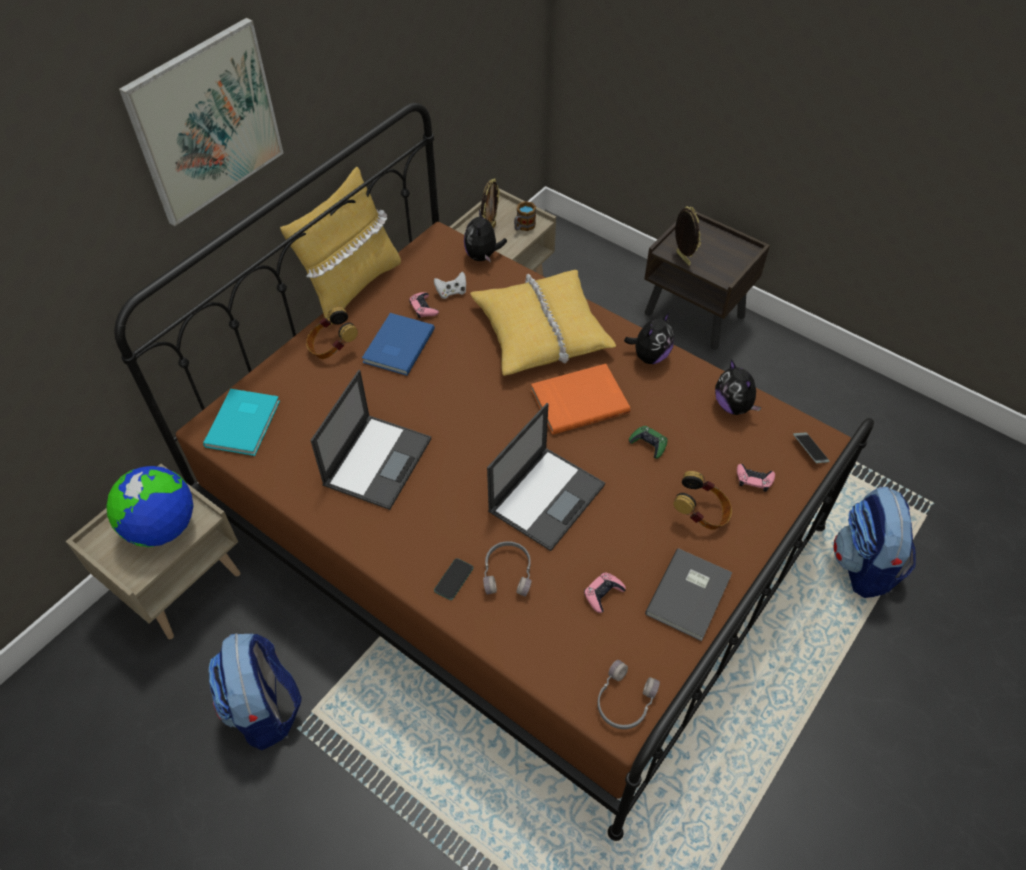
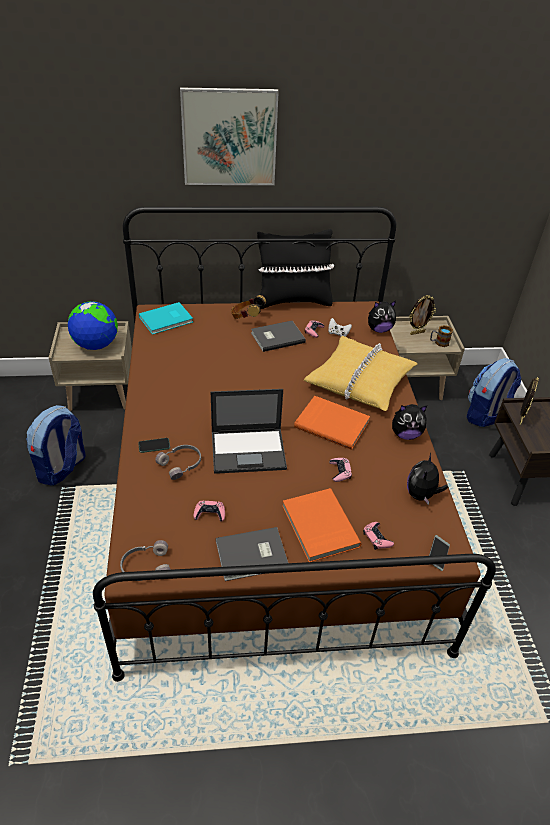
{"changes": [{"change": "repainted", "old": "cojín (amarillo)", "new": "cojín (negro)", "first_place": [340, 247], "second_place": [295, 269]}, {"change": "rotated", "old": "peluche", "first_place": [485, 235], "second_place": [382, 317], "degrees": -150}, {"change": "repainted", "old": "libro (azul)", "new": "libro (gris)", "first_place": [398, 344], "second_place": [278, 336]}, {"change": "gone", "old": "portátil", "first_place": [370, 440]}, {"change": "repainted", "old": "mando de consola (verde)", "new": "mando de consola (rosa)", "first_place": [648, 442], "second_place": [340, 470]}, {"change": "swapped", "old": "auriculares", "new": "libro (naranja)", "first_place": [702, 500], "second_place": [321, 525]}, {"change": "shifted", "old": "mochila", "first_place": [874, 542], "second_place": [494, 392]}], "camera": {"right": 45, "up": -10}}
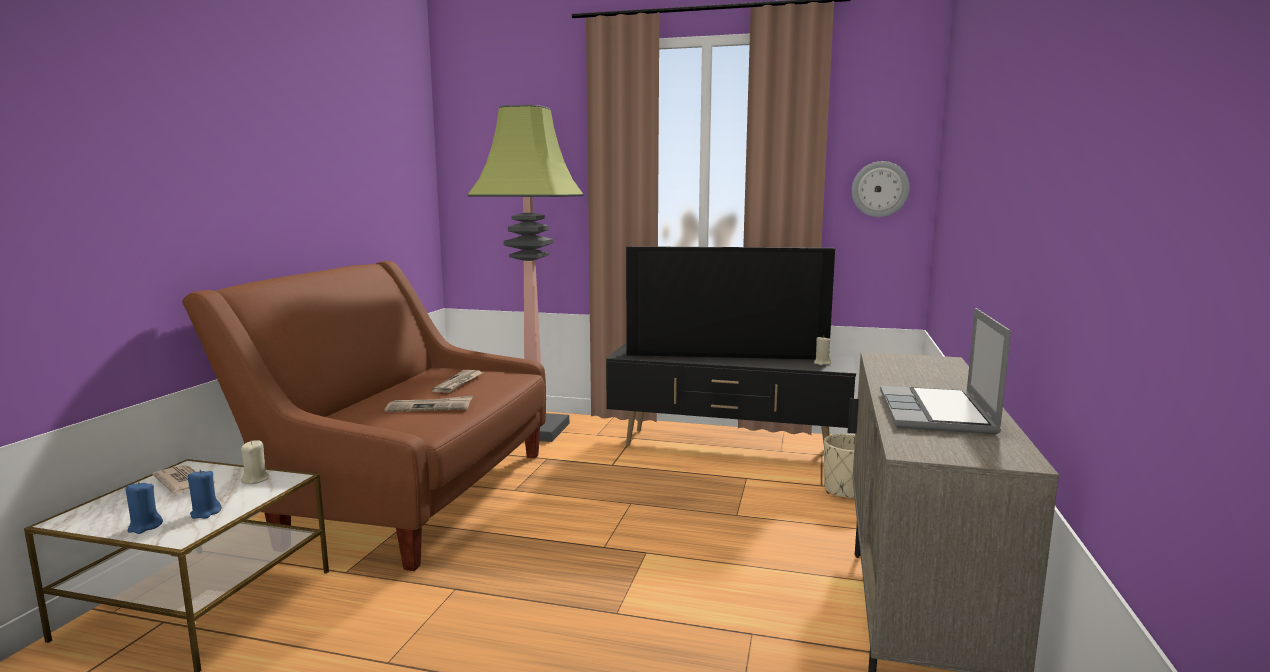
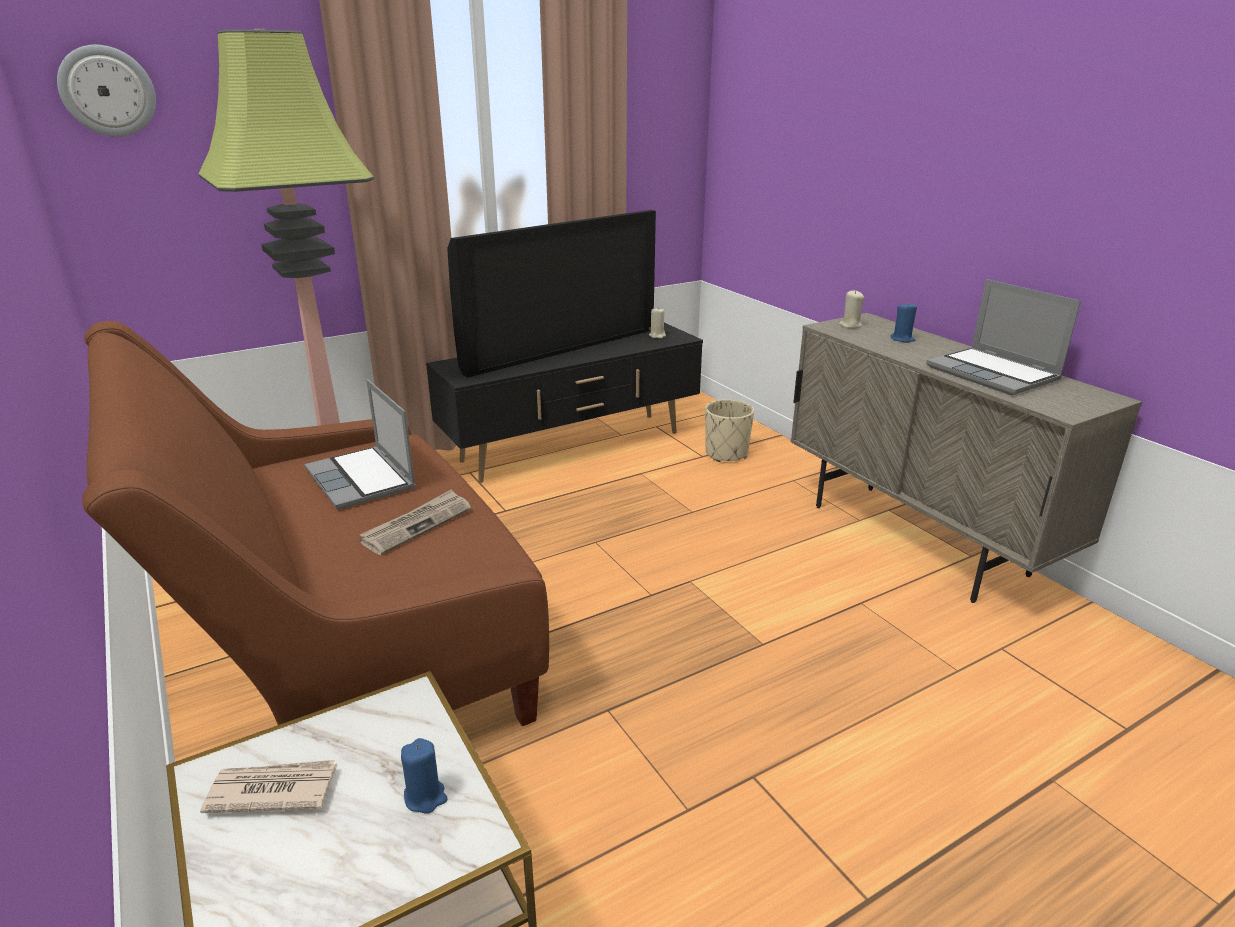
{"changes": [{"change": "shifted", "old": "reloj de pared", "first_place": [881, 189], "second_place": [106, 91]}, {"change": "swapped", "old": "periódico", "new": "portátil", "first_place": [457, 381], "second_place": [360, 444]}, {"change": "shifted", "old": "vela (beis)", "first_place": [255, 462], "second_place": [851, 309]}, {"change": "shifted", "old": "vela (azul)", "first_place": [144, 508], "second_place": [903, 322]}], "camera": {"right": -45, "up": 15}}
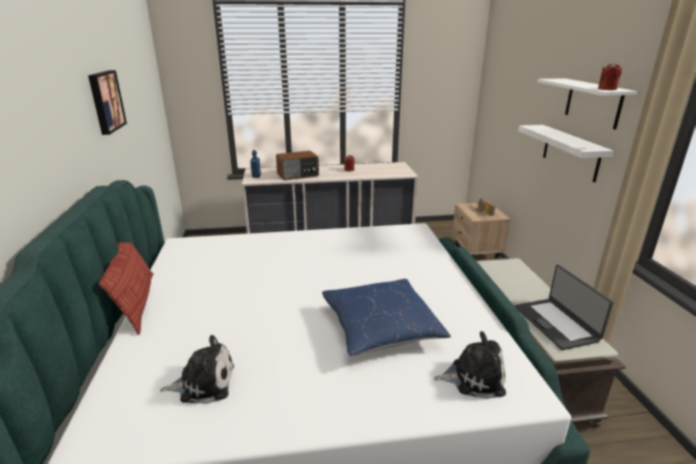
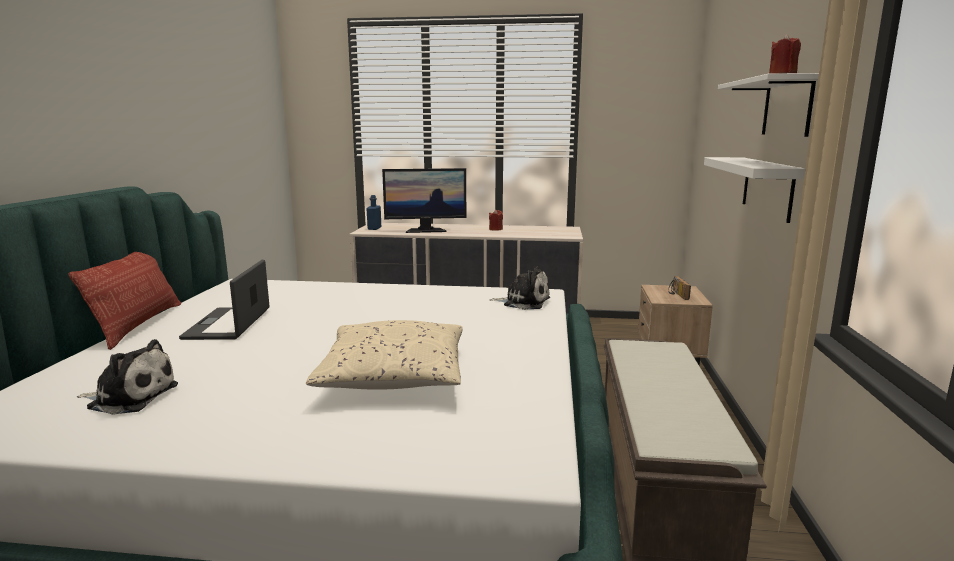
{"changes": [{"change": "gone", "old": "cuadro", "first_place": [107, 102]}, {"change": "swapped", "old": "radio", "new": "monitor", "first_place": [297, 165], "second_place": [424, 200]}, {"change": "shifted", "old": "portátil", "first_place": [564, 307], "second_place": [224, 300]}, {"change": "repainted", "old": "cojín (azul)", "new": "cojín (beis)", "first_place": [386, 317], "second_place": [384, 355]}, {"change": "shifted", "old": "peluche", "first_place": [470, 365], "second_place": [520, 288]}], "camera": {"right": 15, "up": -10}}
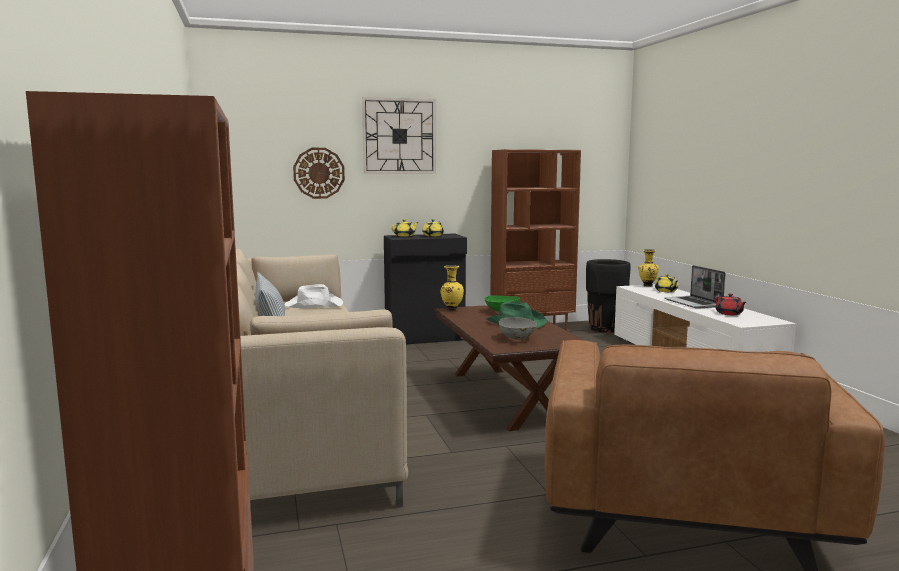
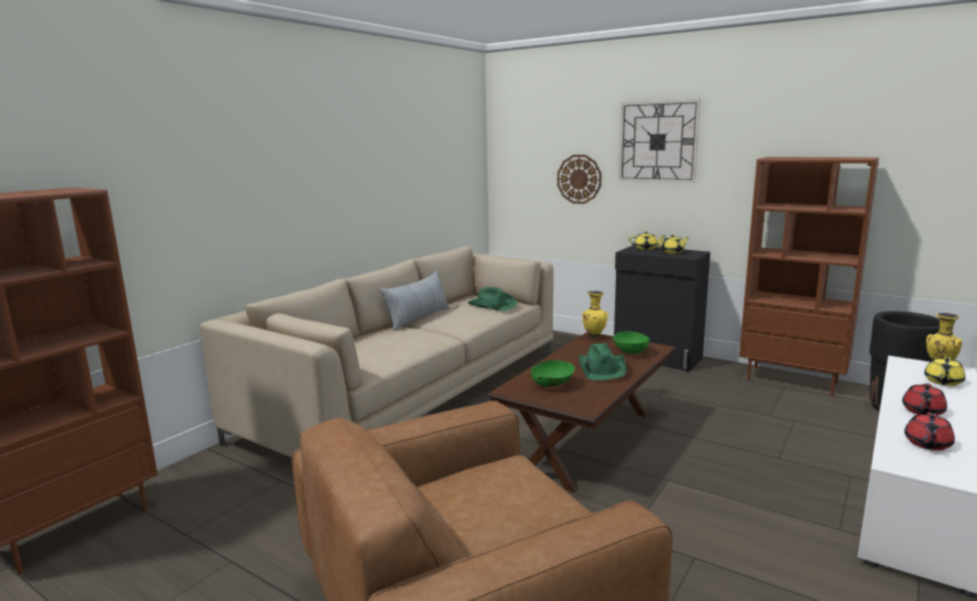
{"changes": [{"change": "swapped", "old": "portátil", "new": "tetera (rojo)", "first_place": [694, 287], "second_place": [924, 399]}, {"change": "repainted", "old": "sombrero (blanco)", "new": "sombrero (verde)", "first_place": [313, 296], "second_place": [493, 299]}, {"change": "repainted", "old": "cuenco (gris)", "new": "cuenco (verde)", "first_place": [518, 328], "second_place": [553, 373]}], "camera": {"right": 50, "up": 5}}
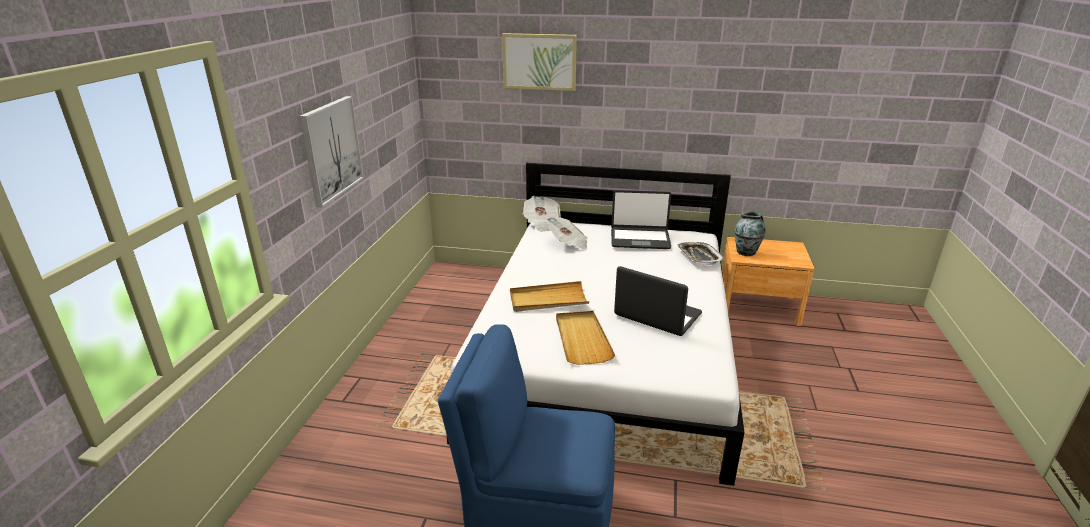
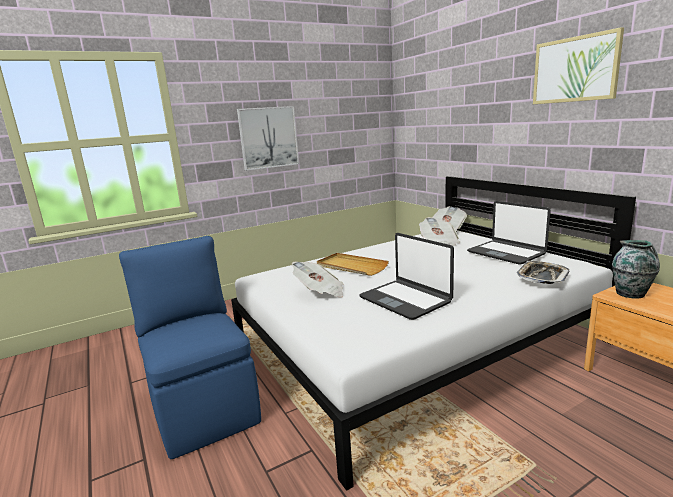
{"changes": [{"change": "shifted", "old": "cuadro", "first_place": [539, 62], "second_place": [578, 65]}, {"change": "rotated", "old": "portátil", "first_place": [658, 301], "second_place": [406, 276], "degrees": 150}, {"change": "swapped", "old": "bandeja (beis)", "new": "periódico", "first_place": [585, 338], "second_place": [318, 279]}], "camera": {"right": 50, "up": -10}}
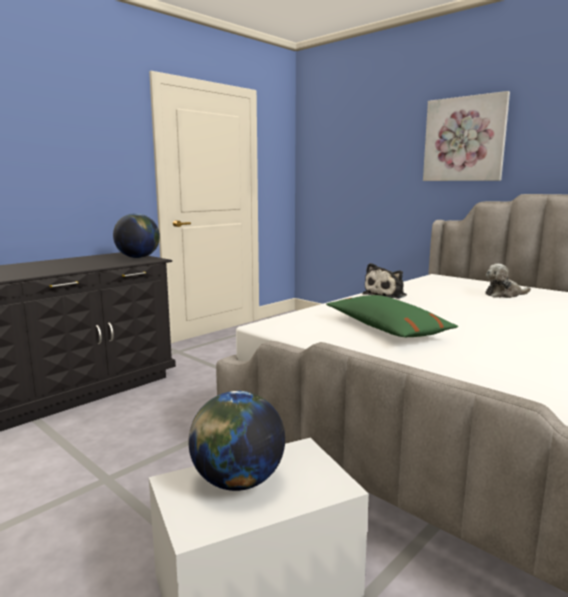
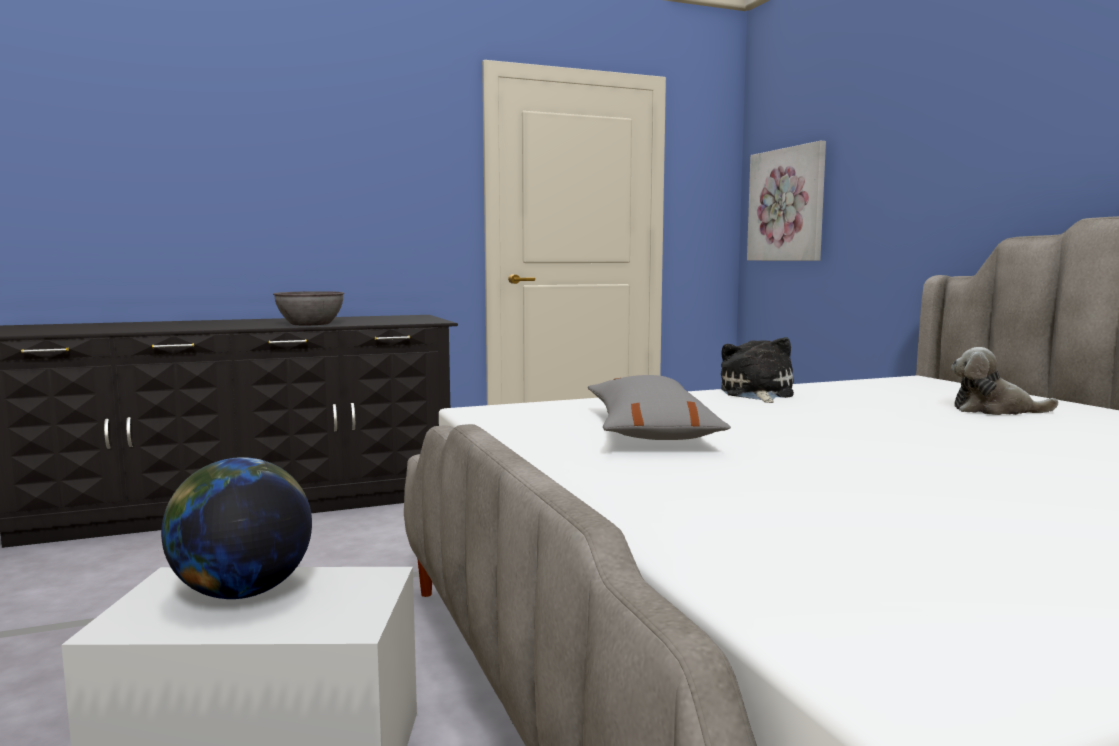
{"changes": [{"change": "shifted", "old": "cuadro", "first_place": [466, 136], "second_place": [786, 201]}, {"change": "gone", "old": "globo terráqueo", "first_place": [136, 235]}, {"change": "rotated", "old": "peluche", "first_place": [385, 281], "second_place": [757, 370], "degrees": 120}, {"change": "repainted", "old": "cojín (verde)", "new": "cojín (gris)", "first_place": [392, 316], "second_place": [659, 407]}, {"change": "new", "new": "cuenco (gris)", "second_place": [309, 308]}], "camera": {"right": 25, "up": -5}}
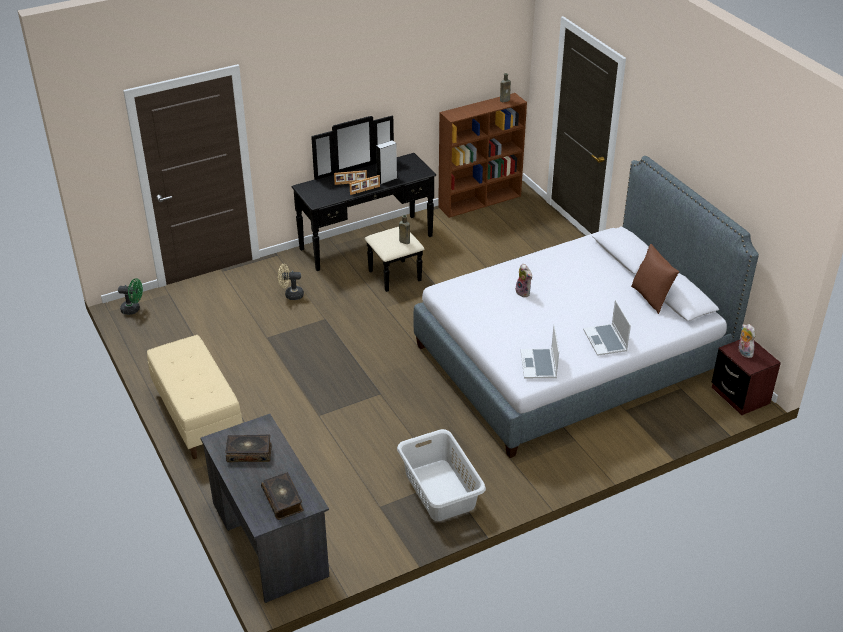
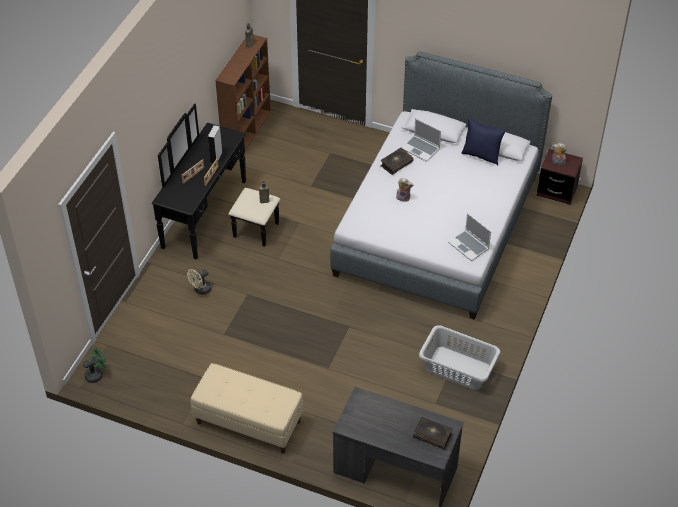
{"changes": [{"change": "repainted", "old": "cojín (marrón)", "new": "cojín (azul)", "first_place": [655, 279], "second_place": [483, 141]}, {"change": "shifted", "old": "portátil", "first_place": [607, 328], "second_place": [421, 140]}, {"change": "shifted", "old": "libro", "first_place": [248, 448], "second_place": [397, 161]}], "camera": {"right": -40, "up": 10}}
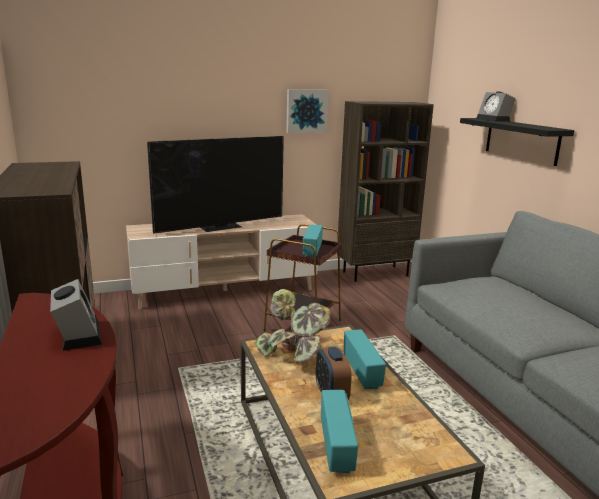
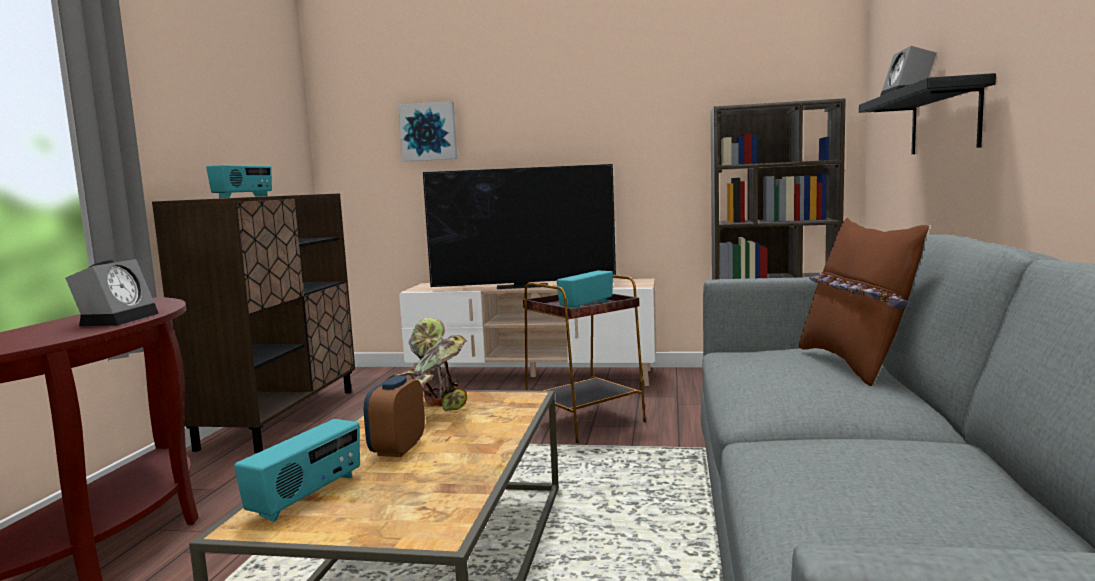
{"changes": [{"change": "shifted", "old": "cuadro", "first_place": [307, 111], "second_place": [427, 131]}, {"change": "shifted", "old": "radio", "first_place": [365, 359], "second_place": [239, 181]}, {"change": "new", "new": "cojín (marrón)", "second_place": [864, 302]}], "camera": {"right": 30, "up": -10}}
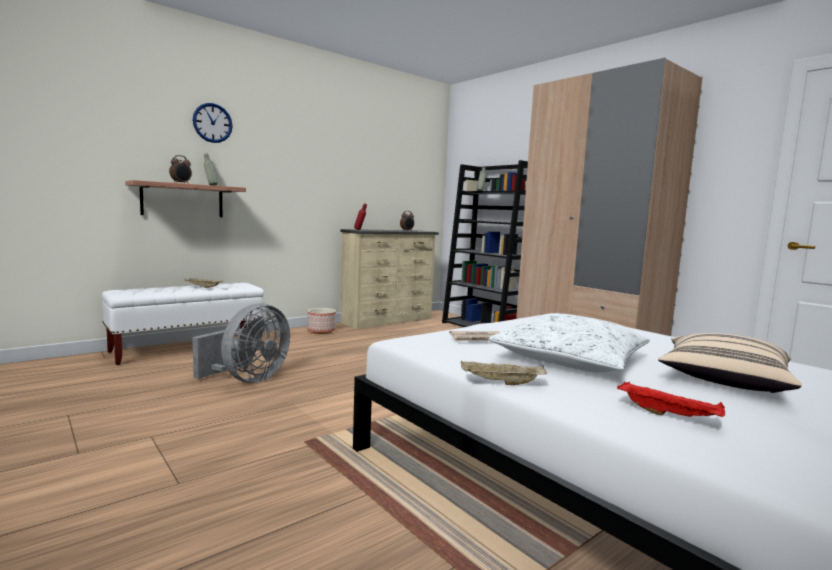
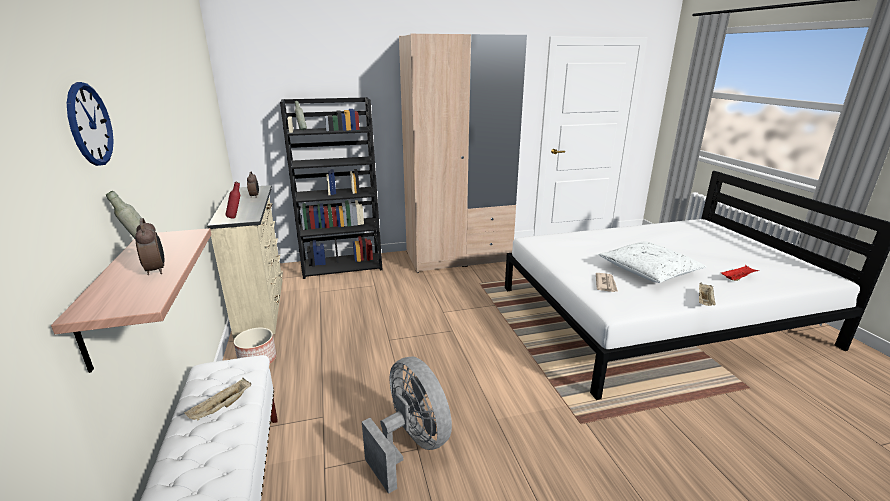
{"changes": [{"change": "gone", "old": "cojín (beis)", "first_place": [730, 363]}], "camera": {"right": -65, "up": 15}}
